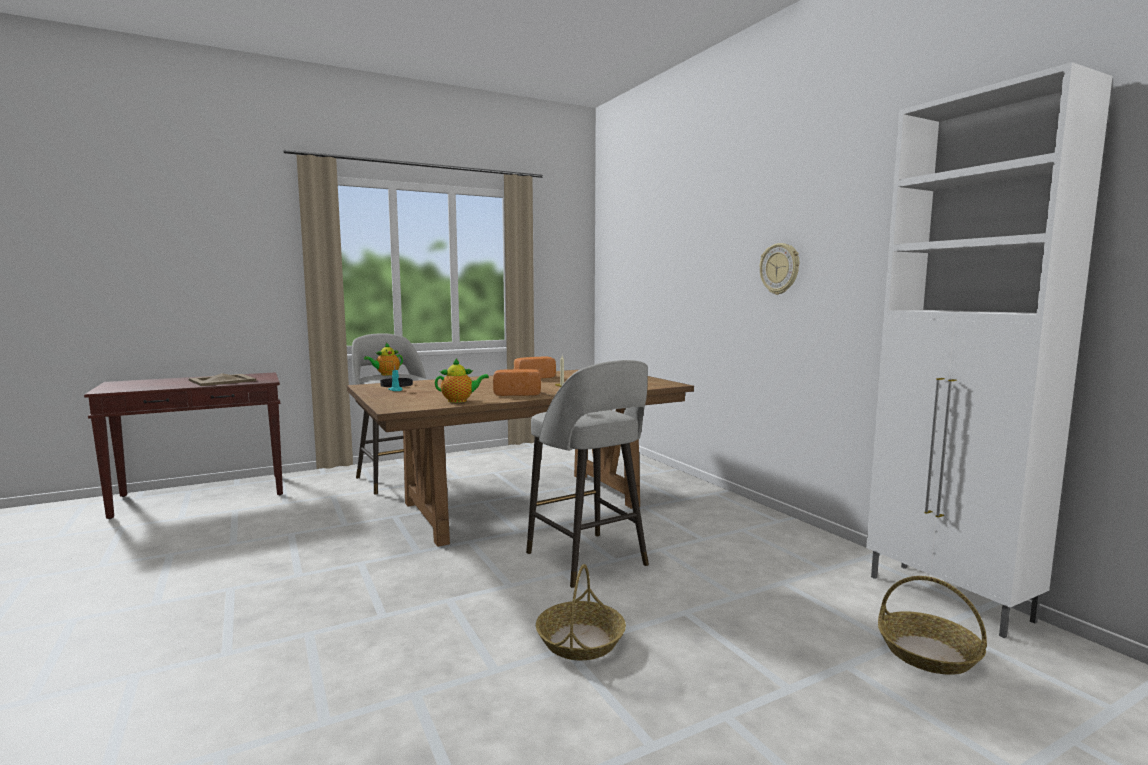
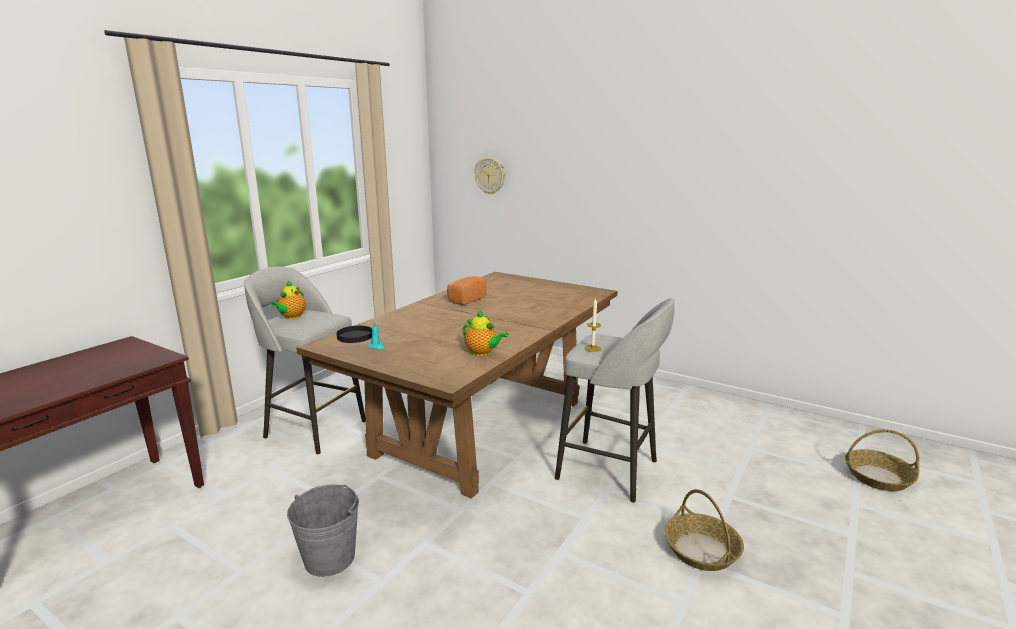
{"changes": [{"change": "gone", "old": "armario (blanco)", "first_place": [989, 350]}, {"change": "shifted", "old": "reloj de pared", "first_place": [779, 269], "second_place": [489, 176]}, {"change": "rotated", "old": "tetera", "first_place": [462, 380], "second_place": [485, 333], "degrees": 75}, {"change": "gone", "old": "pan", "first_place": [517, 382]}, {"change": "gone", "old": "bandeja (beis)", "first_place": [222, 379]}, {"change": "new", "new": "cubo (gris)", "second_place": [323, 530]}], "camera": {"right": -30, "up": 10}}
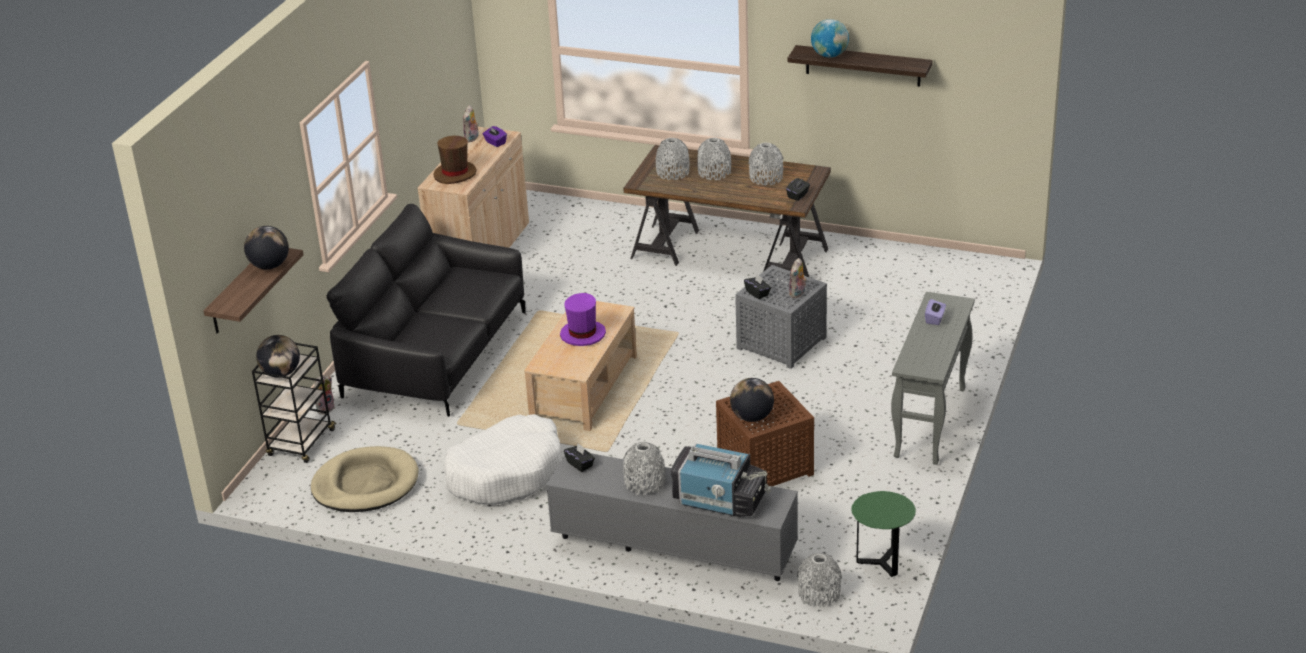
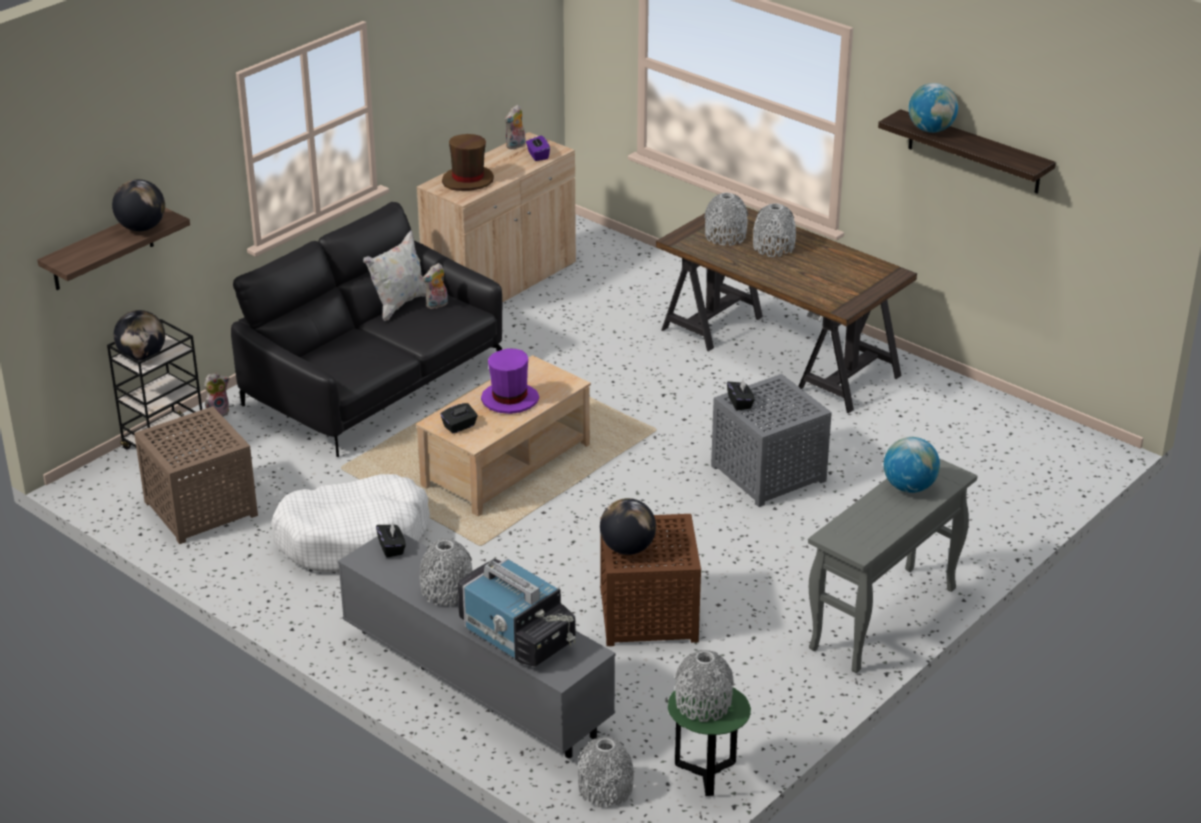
{"changes": [{"change": "shifted", "old": "florero (gris)", "first_place": [766, 164], "second_place": [704, 686]}, {"change": "shifted", "old": "caja de pañuelos (negro)", "first_place": [798, 189], "second_place": [459, 418]}, {"change": "shifted", "old": "peluche", "first_place": [798, 278], "second_place": [435, 286]}, {"change": "swapped", "old": "caja de pañuelos (morado)", "new": "globo terráqueo", "first_place": [935, 312], "second_place": [912, 465]}, {"change": "swapped", "old": "cama para perro (beis)", "new": "mesa auxiliar (marrón)", "first_place": [365, 479], "second_place": [196, 475]}, {"change": "new", "new": "cojín (blanco)", "second_place": [394, 275]}], "camera": {"right": 20, "up": 0}}
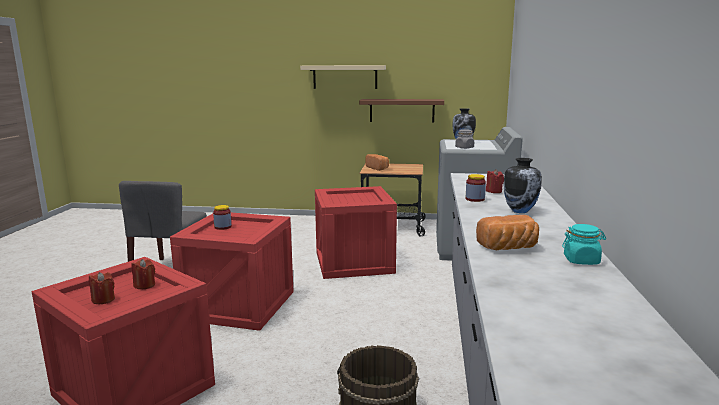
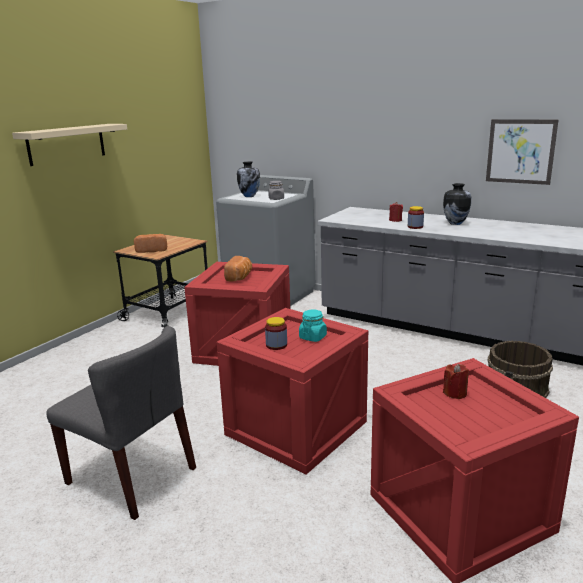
{"changes": [{"change": "gone", "old": "estante (marrón)", "first_place": [401, 111]}, {"change": "shifted", "old": "pan", "first_place": [507, 233], "second_place": [238, 269]}, {"change": "shifted", "old": "tarro (turquesa)", "first_place": [584, 244], "second_place": [313, 326]}, {"change": "gone", "old": "vela (rojo)", "first_place": [102, 288]}, {"change": "new", "new": "cuadro", "second_place": [522, 152]}], "camera": {"right": -65, "up": 5}}
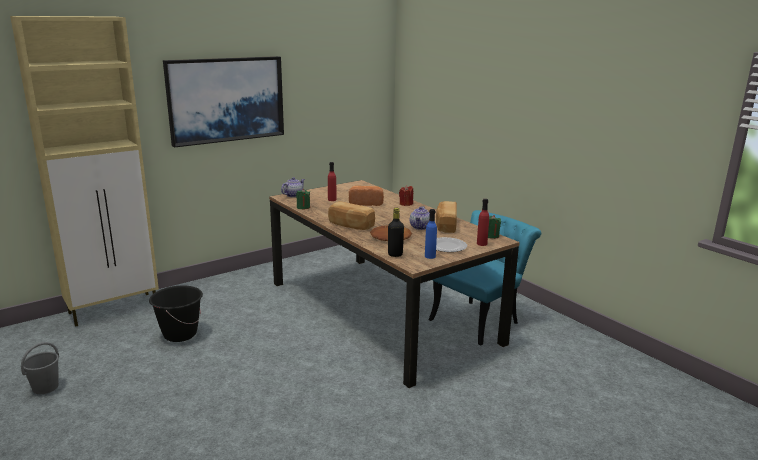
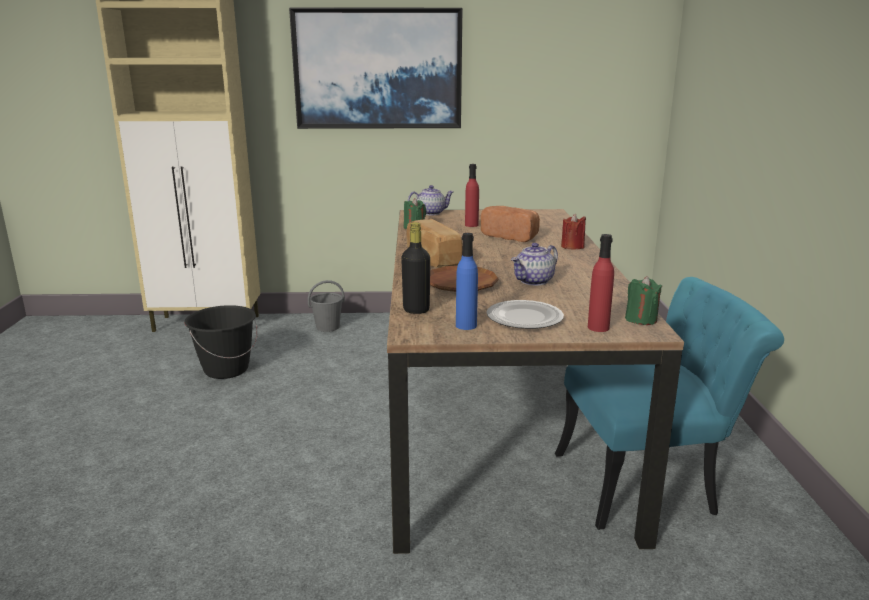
{"changes": [{"change": "gone", "old": "pan", "first_place": [446, 217]}, {"change": "shifted", "old": "cubo (gris)", "first_place": [40, 368], "second_place": [326, 306]}], "camera": {"right": 35, "up": 0}}
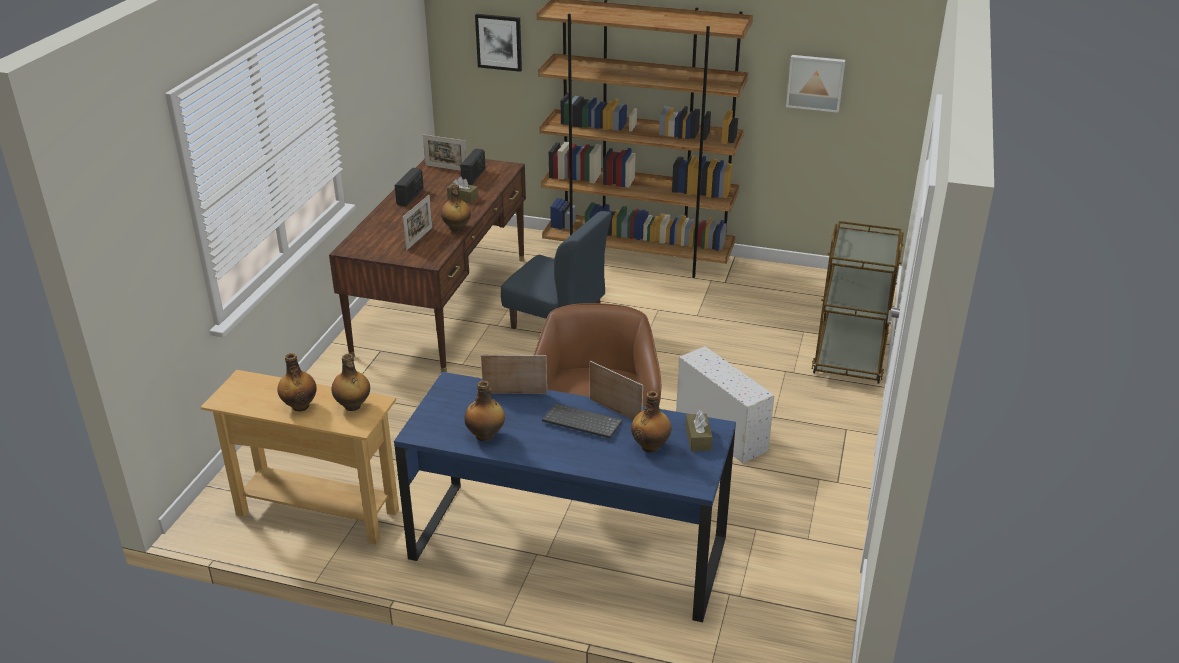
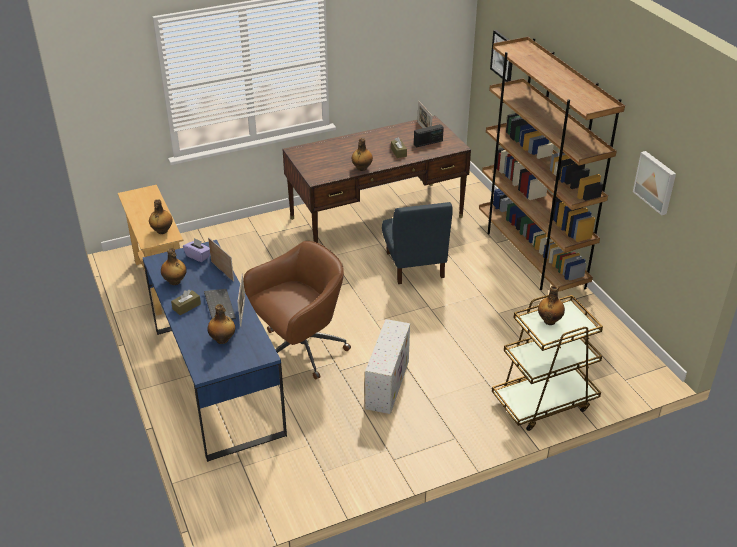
{"changes": [{"change": "gone", "old": "radio", "first_place": [409, 187]}, {"change": "gone", "old": "portarretratos", "first_place": [417, 222]}, {"change": "shifted", "old": "botella", "first_place": [297, 382], "second_place": [551, 305]}, {"change": "shifted", "old": "caja de pañuelos (marrón)", "first_place": [699, 430], "second_place": [186, 302]}, {"change": "new", "new": "caja de pañuelos (morado)", "second_place": [196, 250]}], "camera": {"right": 50, "up": 5}}
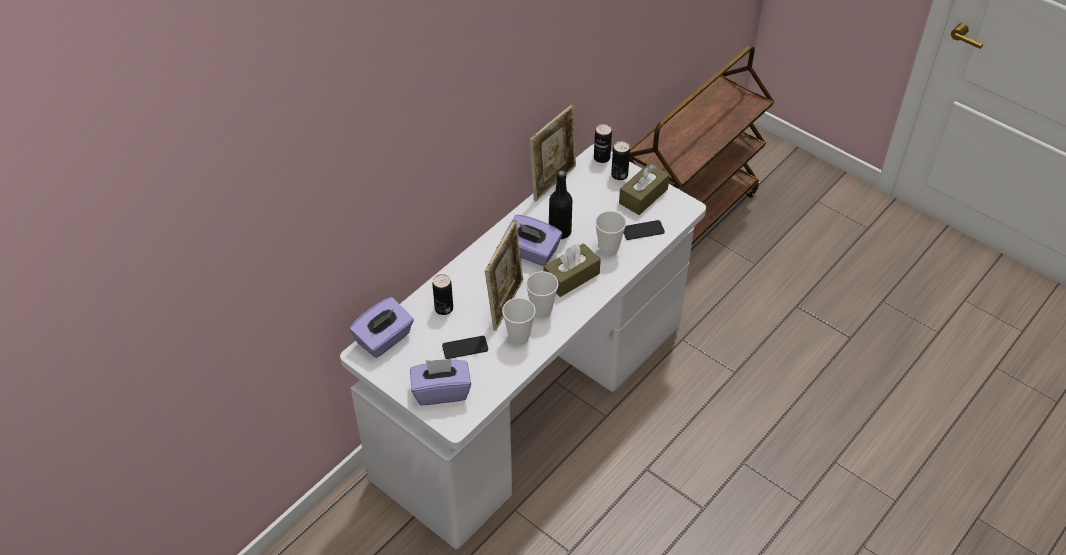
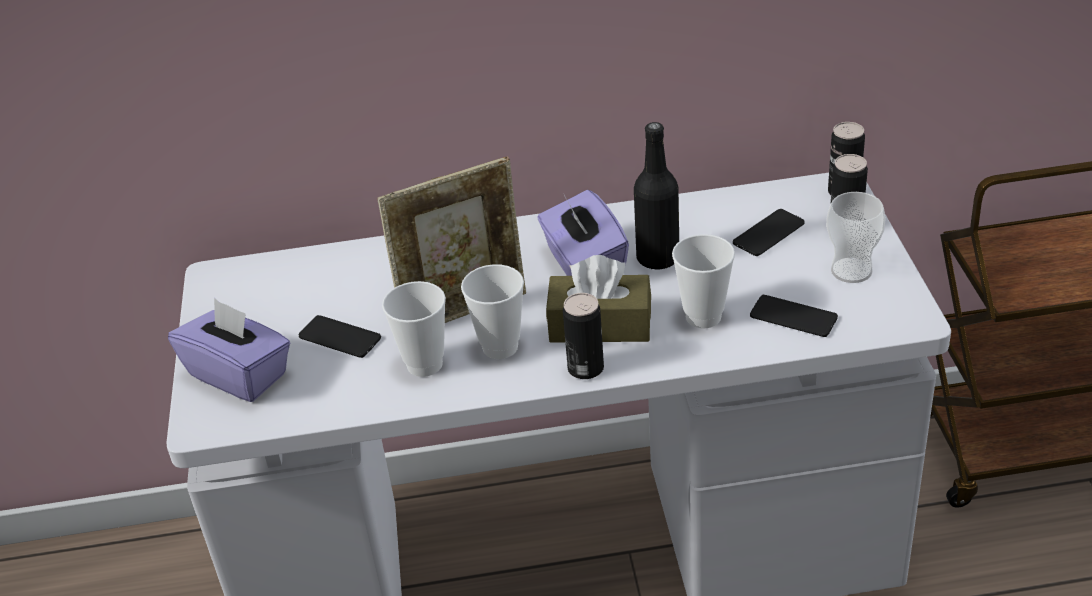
{"changes": [{"change": "gone", "old": "portarretratos", "first_place": [553, 152]}, {"change": "swapped", "old": "caja de pañuelos (marrón)", "new": "taza", "first_place": [644, 189], "second_place": [856, 237]}, {"change": "shifted", "old": "lata", "first_place": [442, 294], "second_place": [583, 336]}, {"change": "gone", "old": "caja de pañuelos (morado)", "first_place": [381, 327]}, {"change": "new", "new": "móvil", "second_place": [769, 232]}], "camera": {"right": 45, "up": -10}}
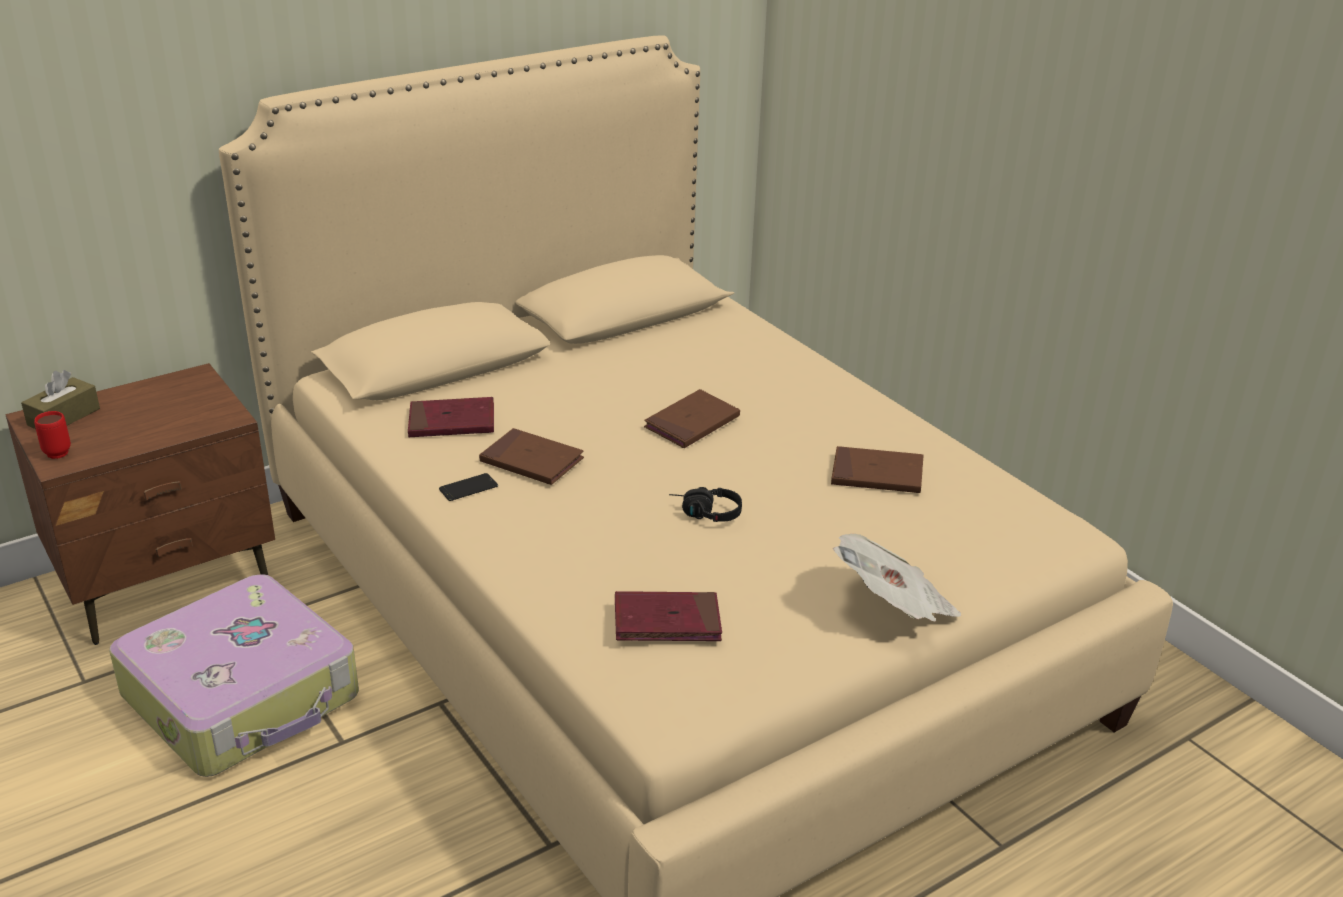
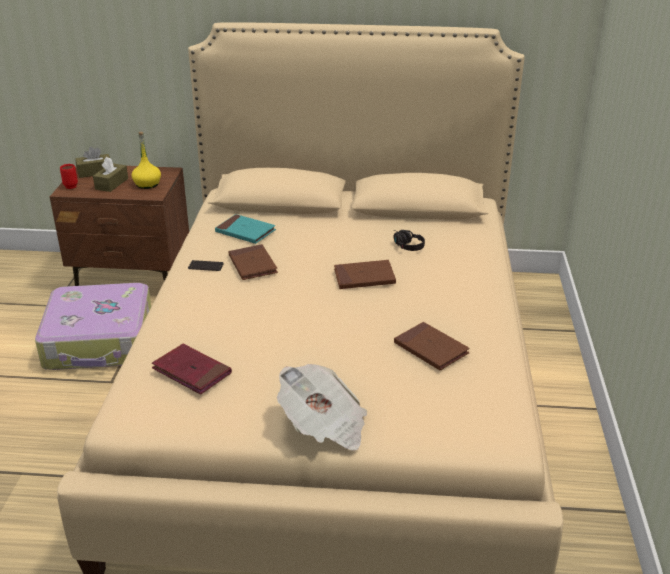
{"changes": [{"change": "repainted", "old": "libro (rojo)", "new": "libro (turquesa)", "first_place": [451, 417], "second_place": [245, 229]}, {"change": "shifted", "old": "auriculares (negro)", "first_place": [705, 504], "second_place": [409, 240]}, {"change": "new", "new": "botella (amarillo)", "second_place": [146, 160]}, {"change": "new", "new": "caja de pañuelos (marrón)", "second_place": [110, 174]}], "camera": {"right": 40, "up": 0}}
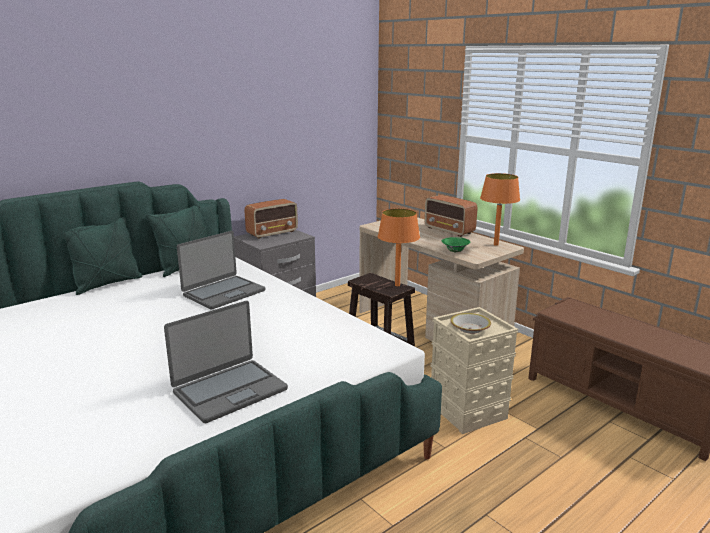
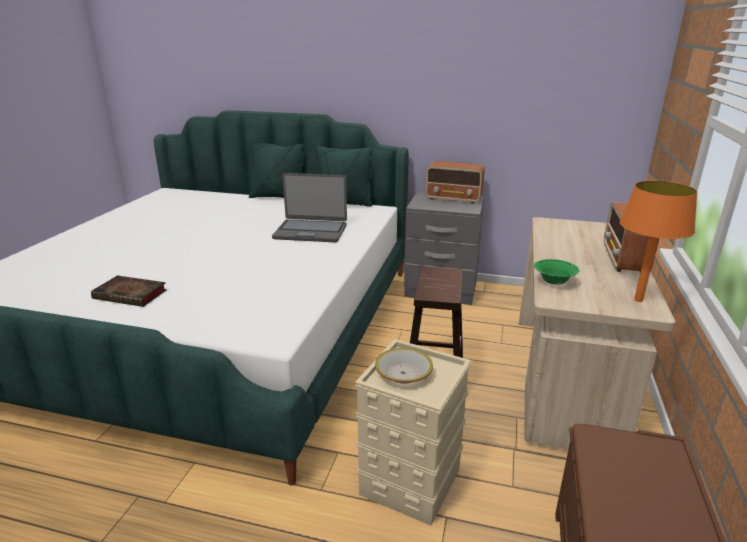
{"changes": [{"change": "gone", "old": "lámpara de mesa (naranja)", "first_place": [399, 247]}, {"change": "swapped", "old": "portátil", "new": "libro", "first_place": [226, 362], "second_place": [129, 291]}], "camera": {"right": 55, "up": 5}}
